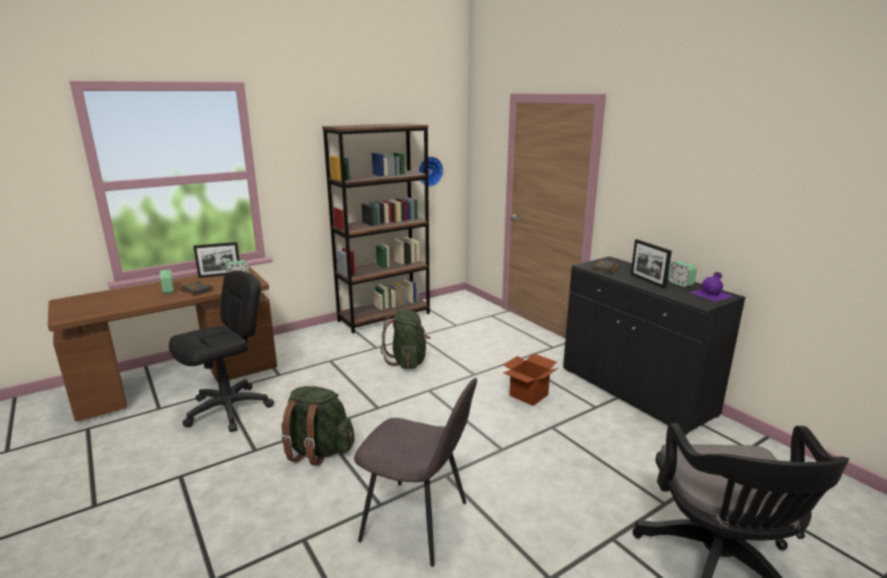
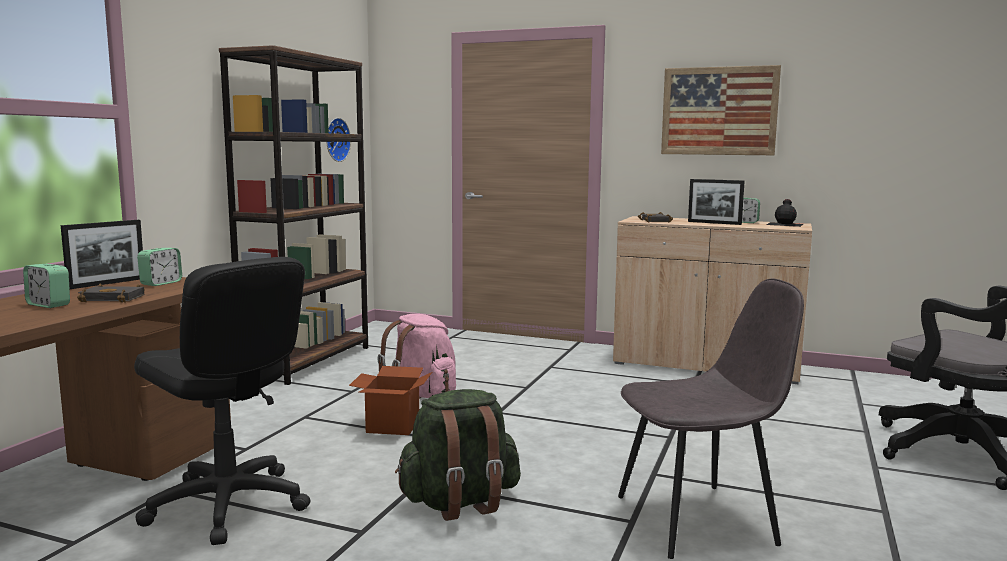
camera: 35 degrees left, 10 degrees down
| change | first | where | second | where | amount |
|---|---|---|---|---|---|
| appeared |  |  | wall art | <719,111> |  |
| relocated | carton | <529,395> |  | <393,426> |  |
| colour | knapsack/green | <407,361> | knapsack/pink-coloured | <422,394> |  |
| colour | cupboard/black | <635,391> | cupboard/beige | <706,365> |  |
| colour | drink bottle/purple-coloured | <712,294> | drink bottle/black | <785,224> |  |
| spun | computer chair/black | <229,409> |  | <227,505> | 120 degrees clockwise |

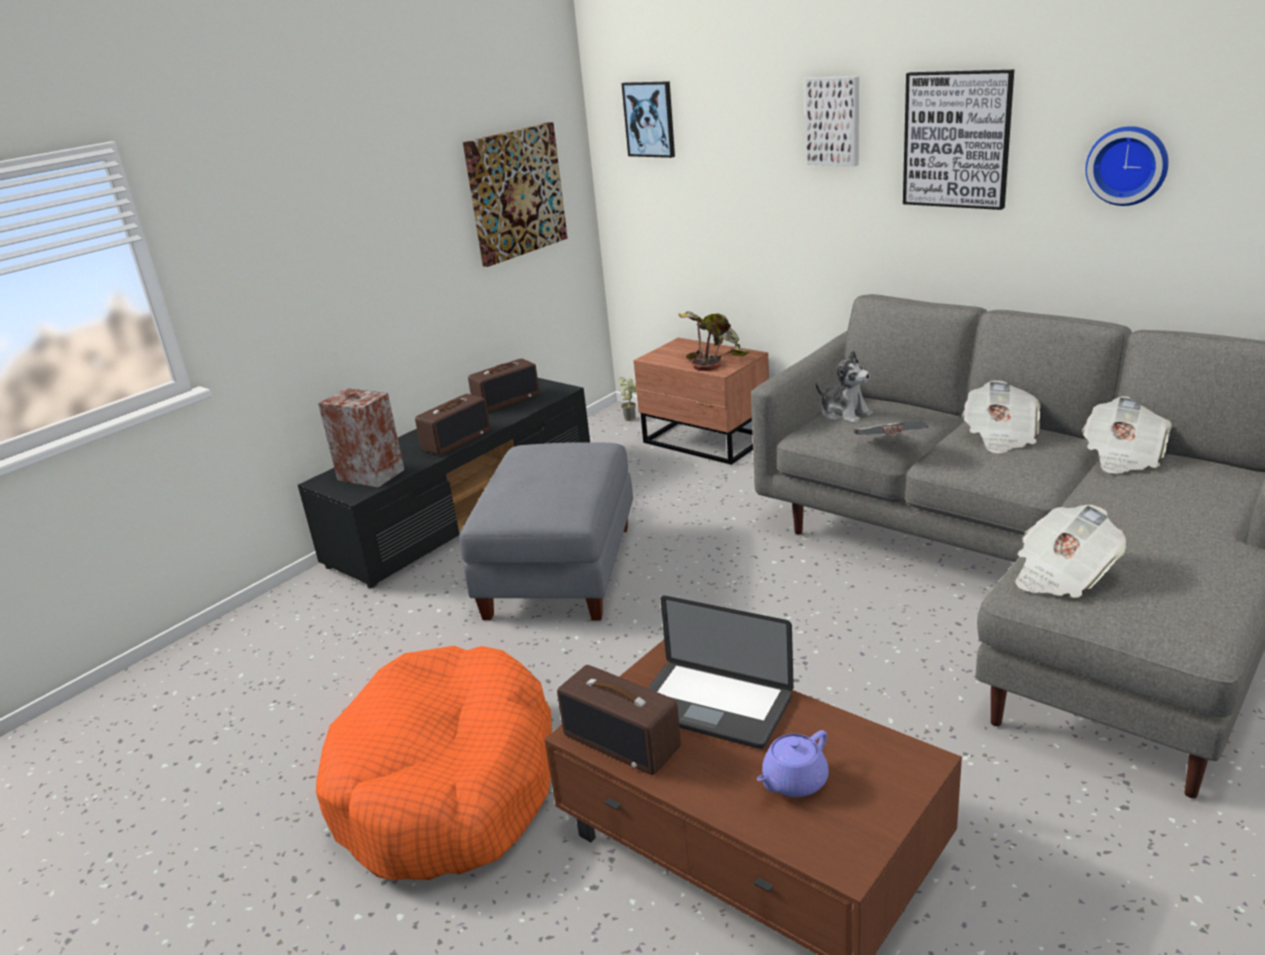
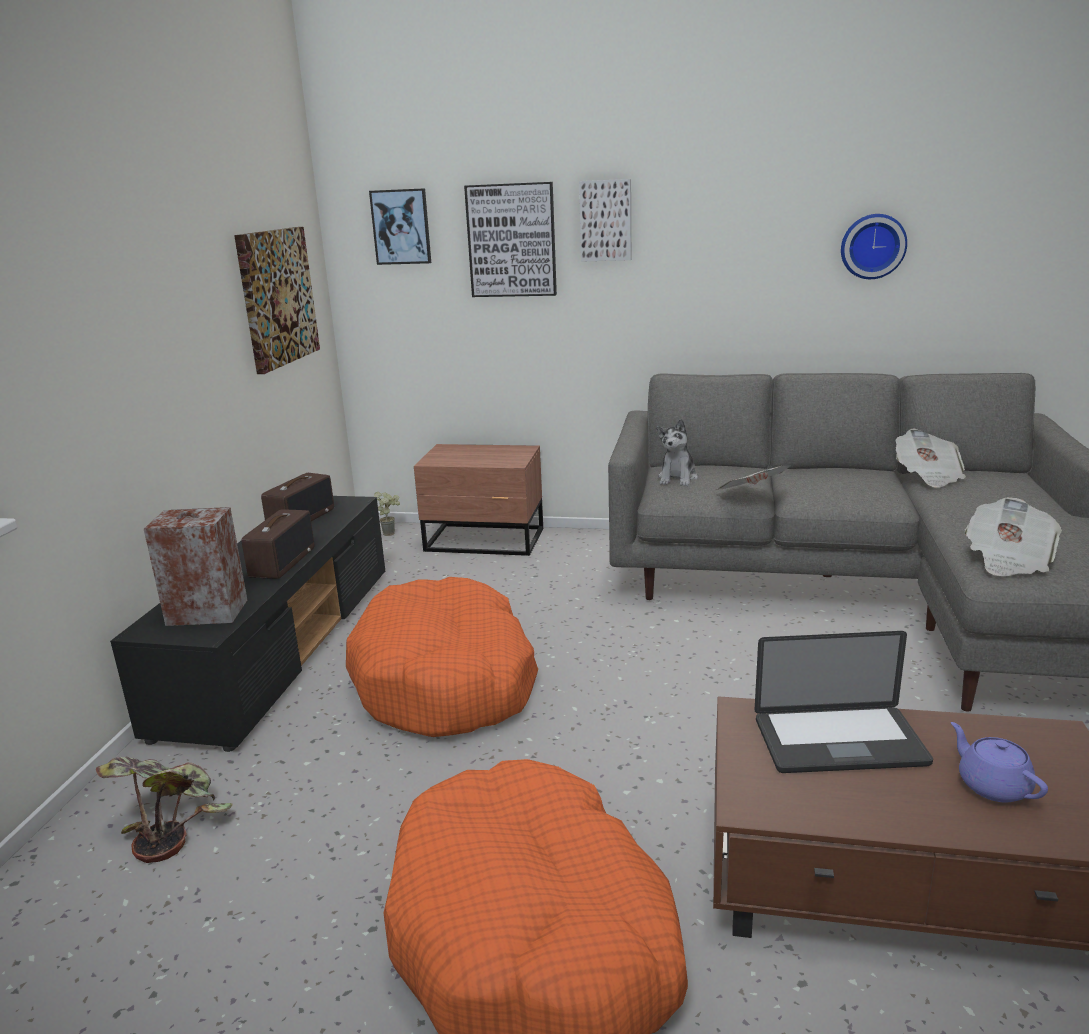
camera: 30 degrees left, 5 degrees down
| change | first | where | second | where | amount |
|---|---|---|---|---|---|
| missing | radio | <623,741> |  |  |  |
| missing | newspaper | <1000,437> |  |  |  |
| relocated | potted plant | <713,359> |  | <171,822> |  |
| relocated | wall art | <957,139> |  | <512,240> |  |
| exchanged | ottoman/greyish | <558,570> | dog cushion/orange-coloured | <446,680> |  |
| spun | pot for tea/purple-coloured | <794,782> |  | <992,785> | 135 degrees clockwise |
| spun | soft toy | <844,414> |  | <677,478> | 90 degrees clockwise |

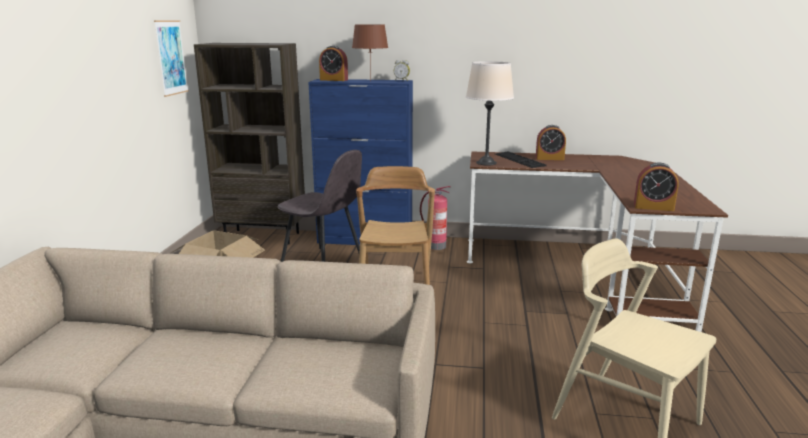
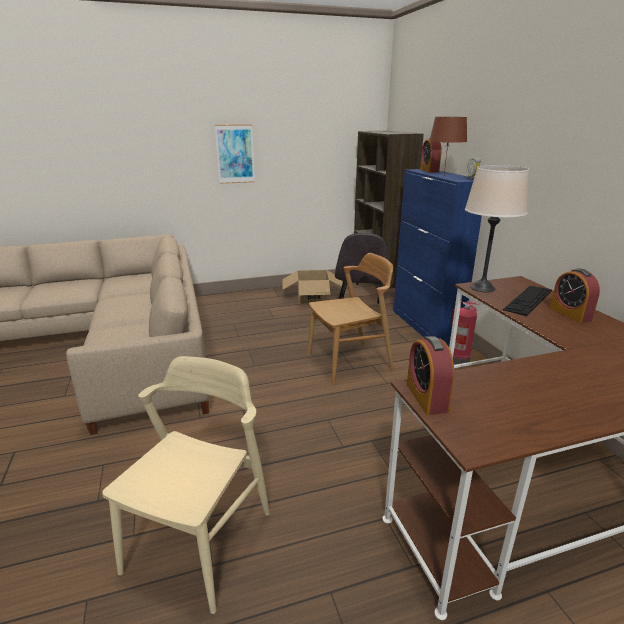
camera: 65 degrees right, 5 degrees up
| change | first | where | second | where | amount |
|---|---|---|---|---|---|
| relocated | wall art | <171,57> |  | <235,154> |  |

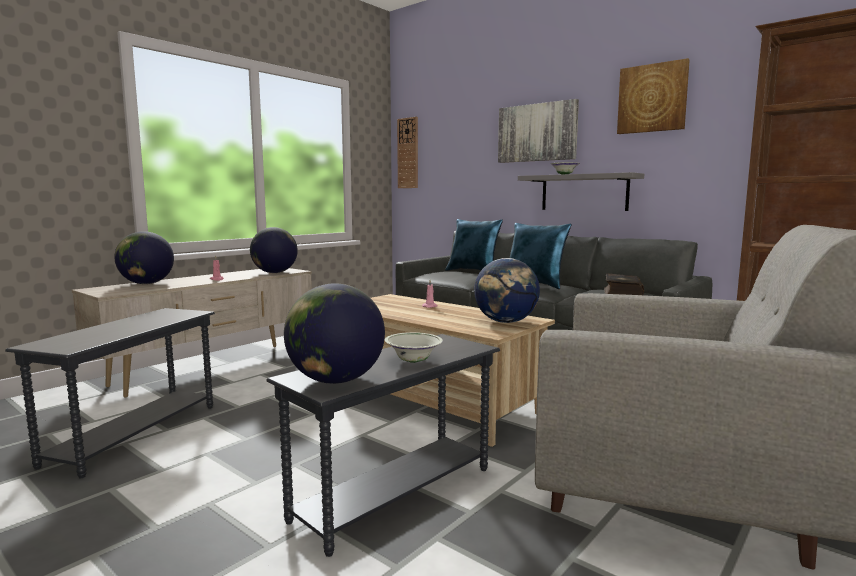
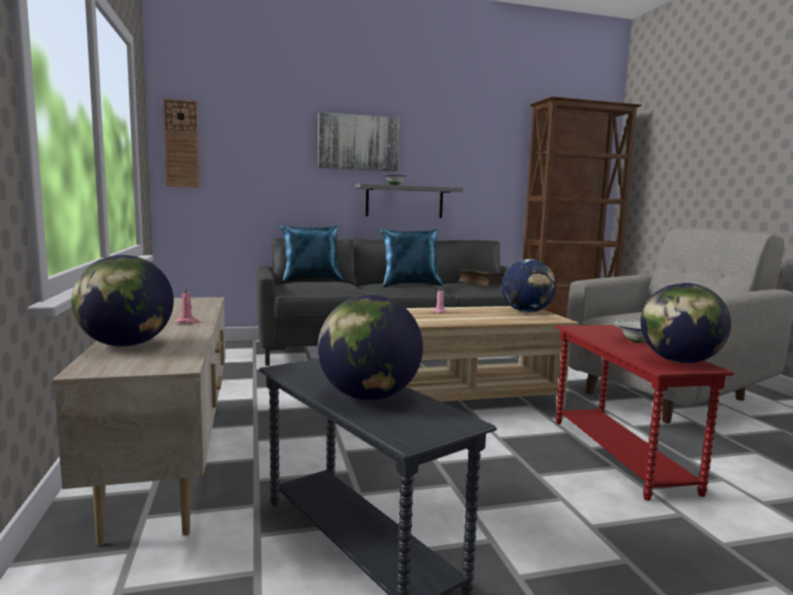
camera: 55 degrees left, 0 degrees up
| change | first | where | second | where | amount |
|---|---|---|---|---|---|
| missing | wall art | <652,98> |  |  |  |
| relocated | world globe | <274,272> |  | <368,397> |  |
| colour | side table/greyish | <396,494> | side table/red-coloured | <621,454> |  |

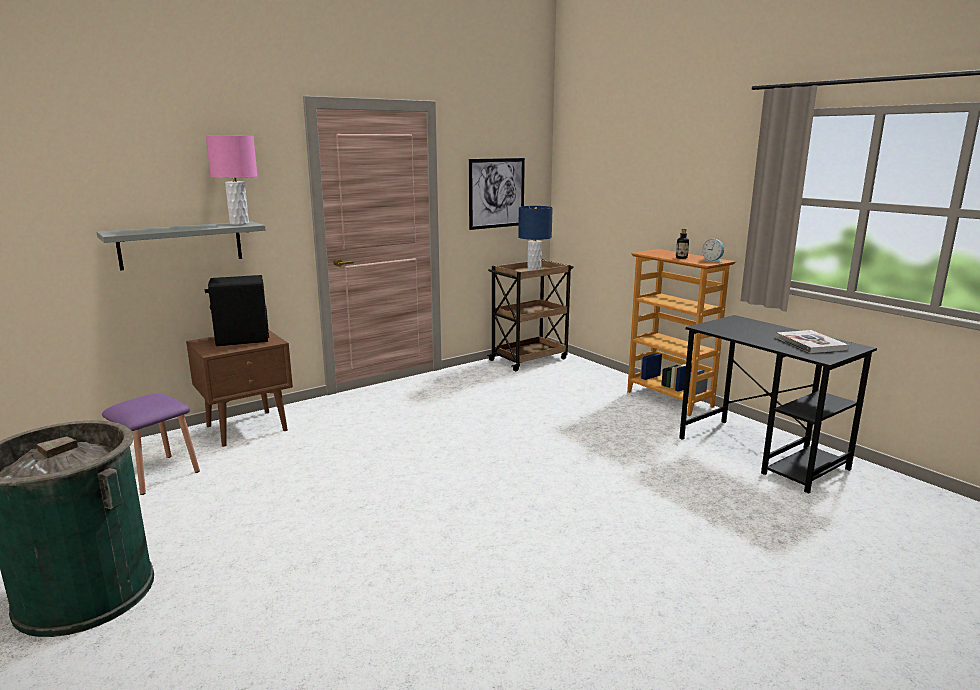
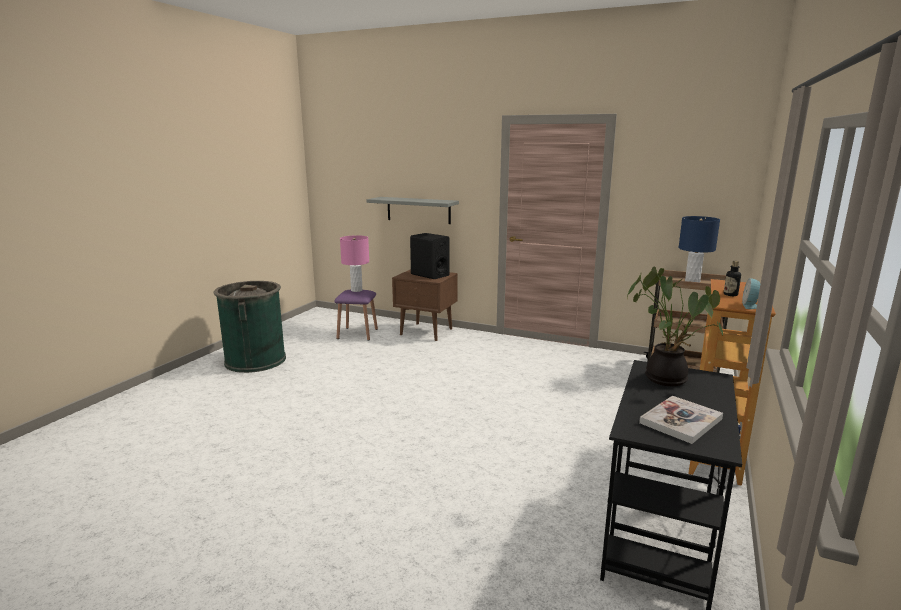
camera: 60 degrees right, 0 degrees up
| change | first | where | second | where | amount |
|---|---|---|---|---|---|
| missing | wall art | <496,193> |  |  |  |
| appeared |  |  | potted plant | <667,378> |  |
| relocated | lamp for a table/pink-coloured | <239,223> |  | <356,290> |  |

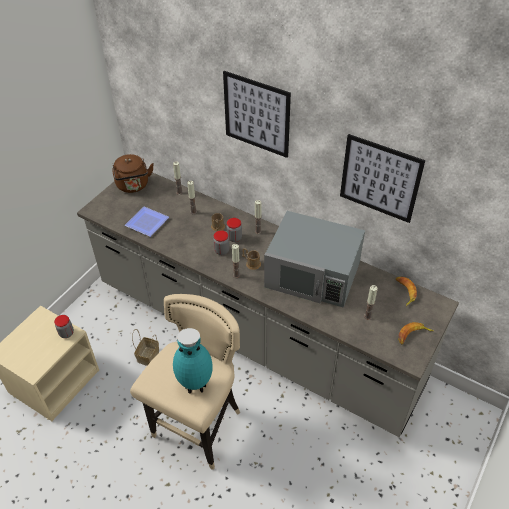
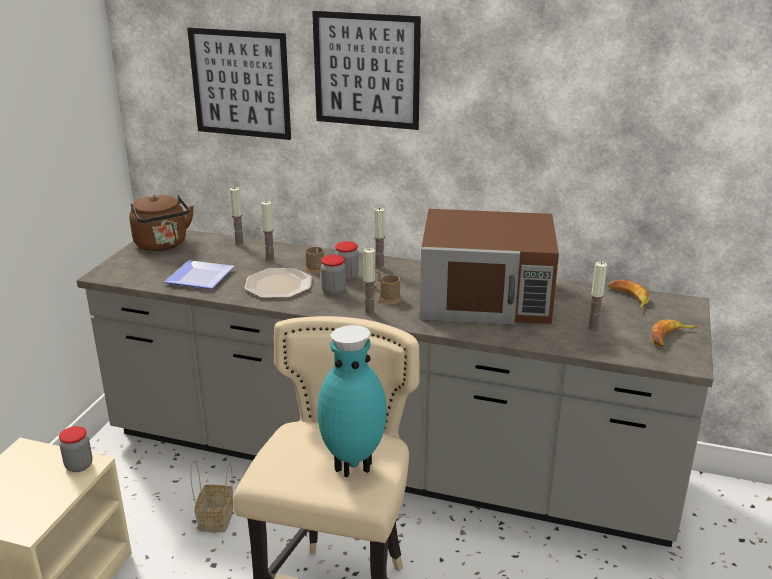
camera: 15 degrees left, 20 degrees down
| change | first | where | second | where | amount |
|---|---|---|---|---|---|
| appeared |  |  | plate | <279,285> |  |
| relocated | wall art | <380,178> |  | <240,83> |  |
| colour | kitchen microwave/greyish | <313,274> | kitchen microwave/brown-coloured | <486,297> |  |

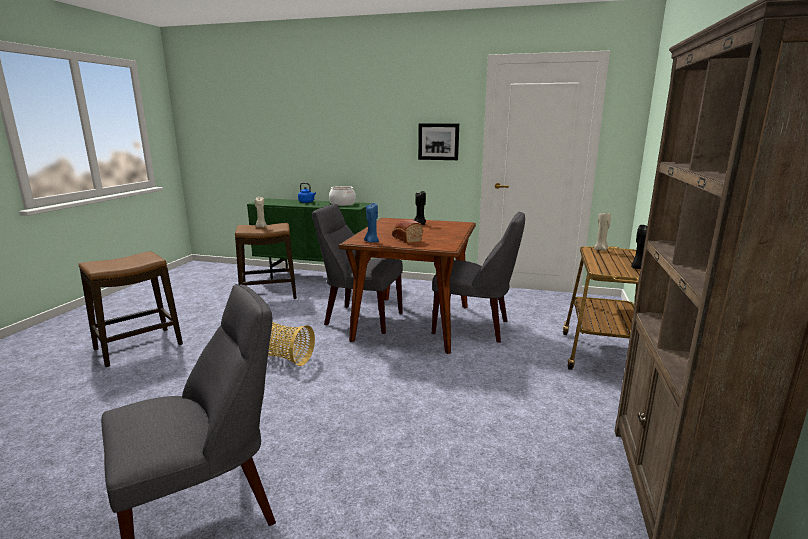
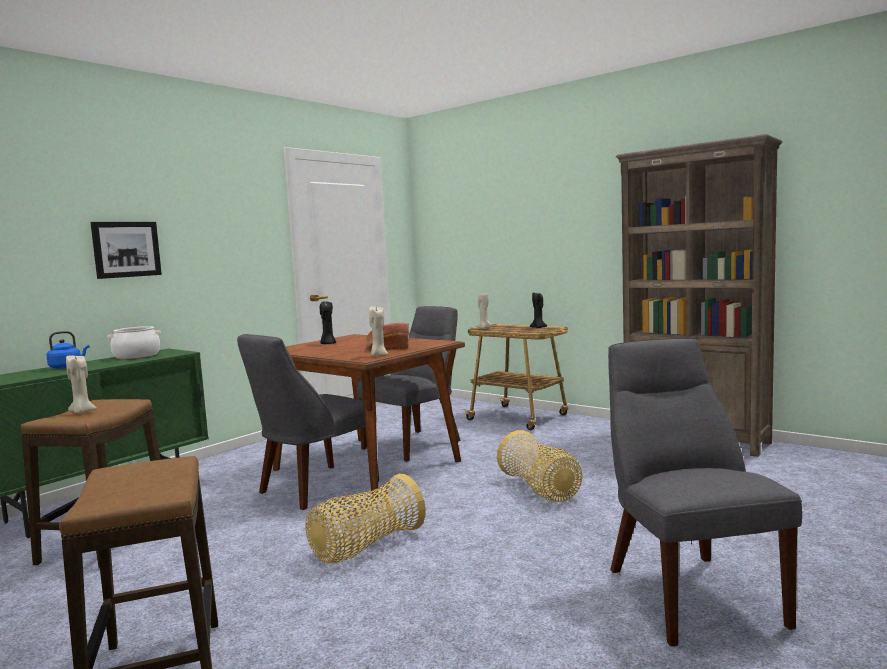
camera: 65 degrees left, 10 degrees down
| change | first | where | second | where | amount |
|---|---|---|---|---|---|
| appeared |  |  | storage basket | <540,490> |  |
| relocated | wall art | <438,141> |  | <126,249> |  |
| colour | wax light/blue-coloured | <371,241> | wax light/beige | <378,355> |  |

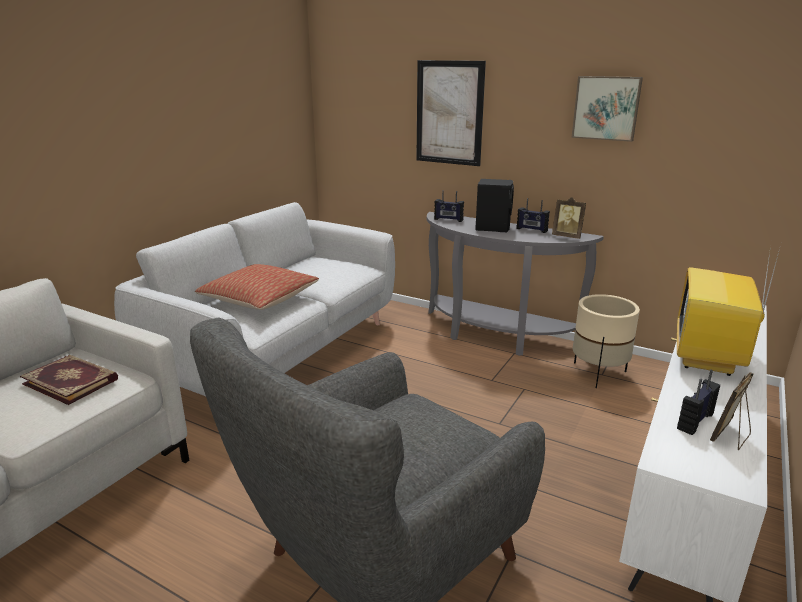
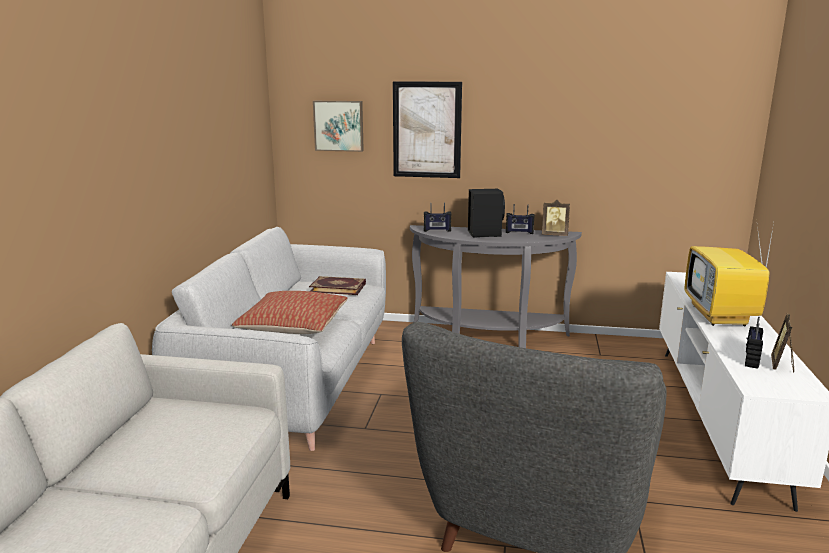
camera: 20 degrees left, 5 degrees down
| change | first | where | second | where | amount |
|---|---|---|---|---|---|
| missing | flower pot/beige | <598,374> |  |  |  |
| relocated | bound book | <72,381> |  | <338,287> |  |
| relocated | wall art | <606,108> |  | <339,125> |  |

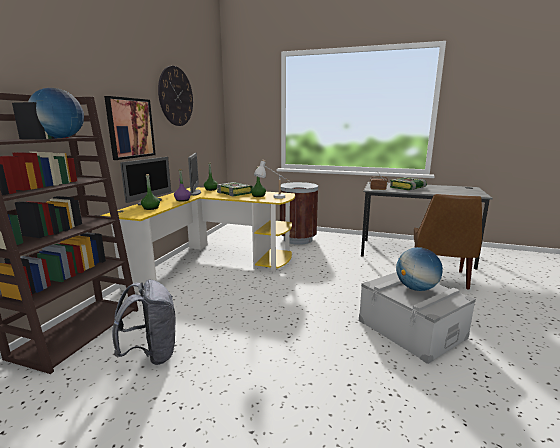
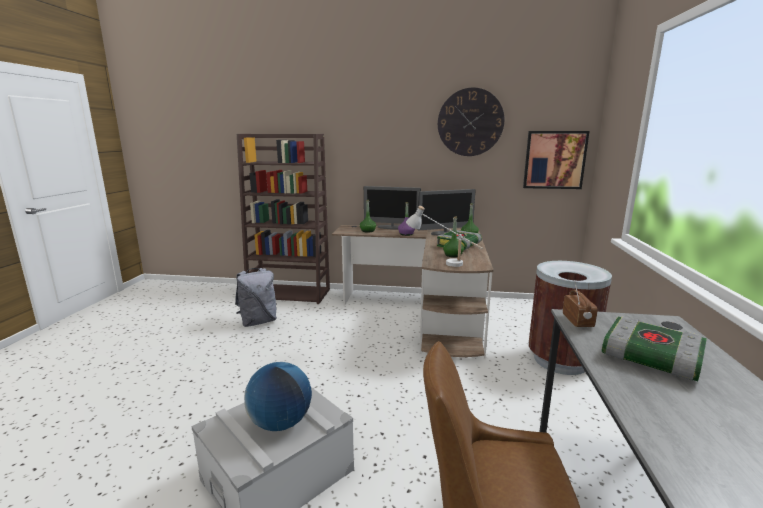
camera: 80 degrees right, 0 degrees up
| change | first | where | second | where | amount |
|---|---|---|---|---|---|
| missing | world globe | <60,138> |  |  |  |
| relocated | wall art | <130,128> |  | <554,160> |  |
| colour | desk unit/yellowish | <212,263> | desk unit/brown-coloured | <424,314> |  |

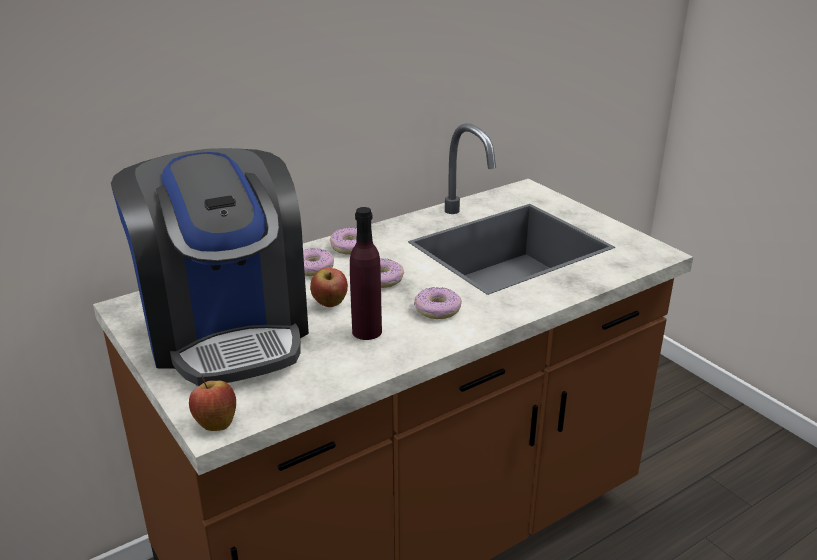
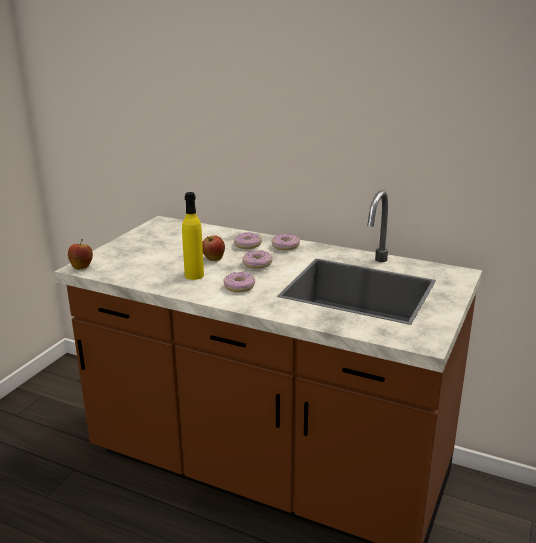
camera: 60 degrees right, 5 degrees down
| change | first | where | second | where | amount |
|---|---|---|---|---|---|
| missing | coffee maker | <226,329> |  |  |  |
| colour | drink bottle/purple-coloured | <367,331> | drink bottle/yellowish | <194,275> |  |

